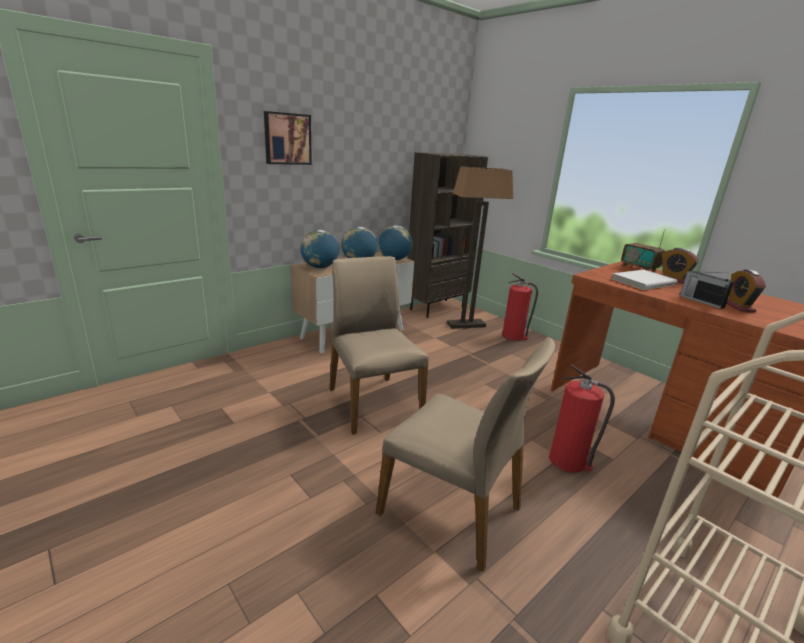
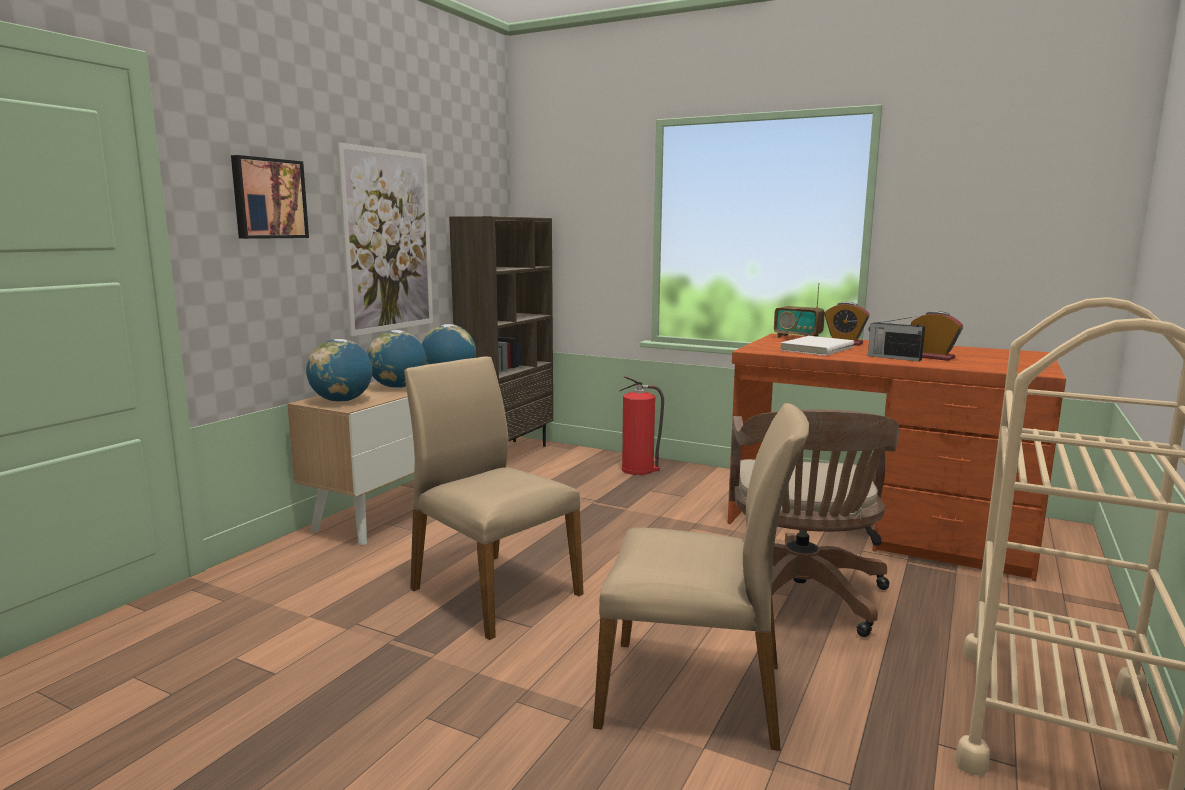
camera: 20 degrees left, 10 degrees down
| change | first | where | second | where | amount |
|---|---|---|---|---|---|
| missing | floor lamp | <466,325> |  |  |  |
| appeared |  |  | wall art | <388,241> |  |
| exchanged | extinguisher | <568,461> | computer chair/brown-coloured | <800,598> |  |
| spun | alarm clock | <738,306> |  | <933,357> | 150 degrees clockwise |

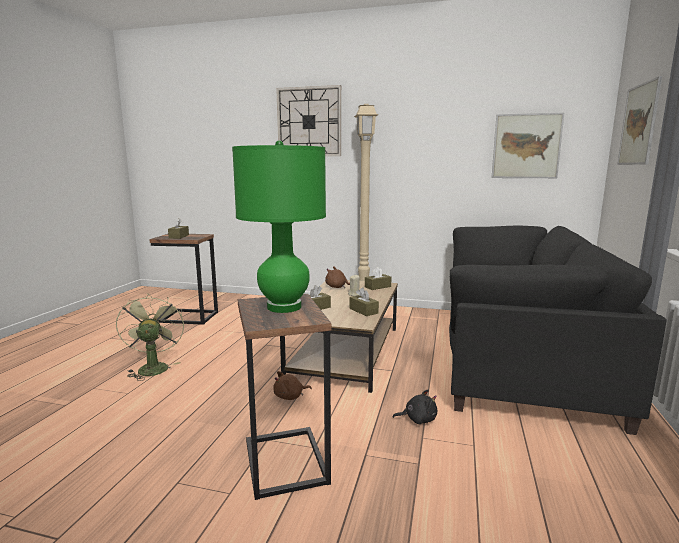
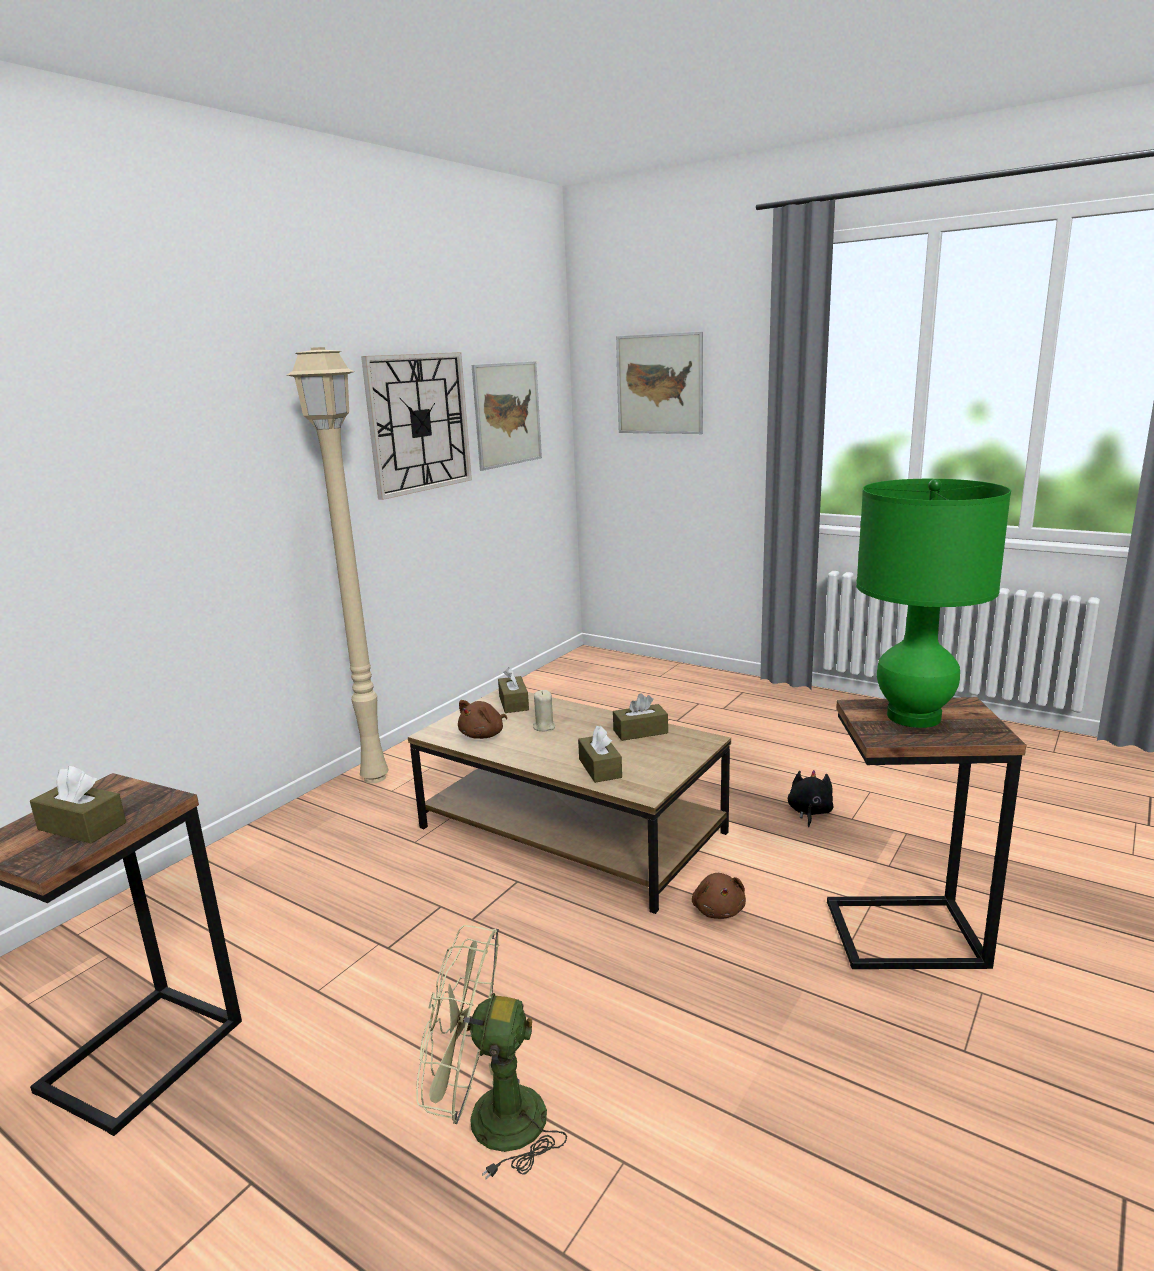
camera: 70 degrees left, 5 degrees up
| change | first | where | second | where | amount |
|---|---|---|---|---|---|
| missing | settee/black | <518,357> |  |  |  |
| relocated | wall clock | <309,122> |  | <418,423> |  |

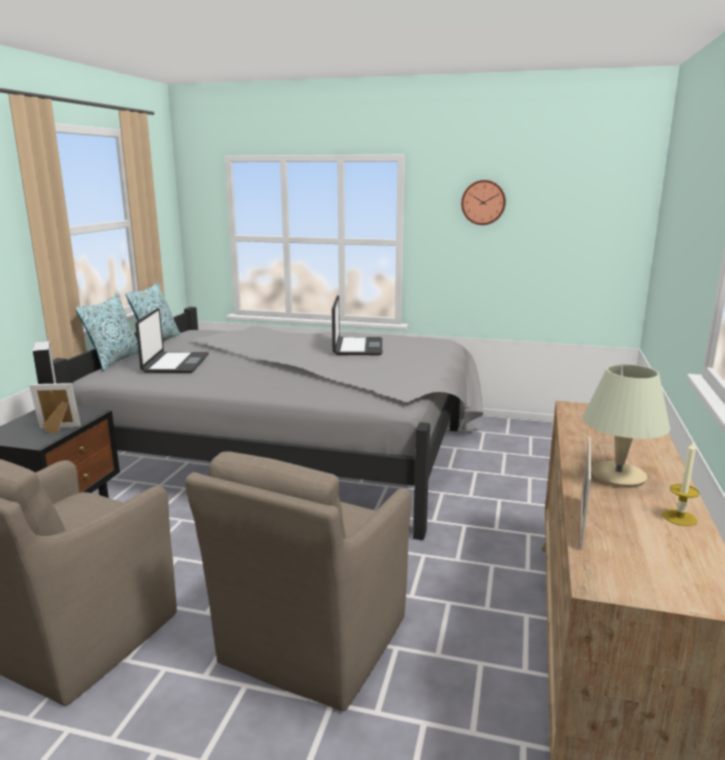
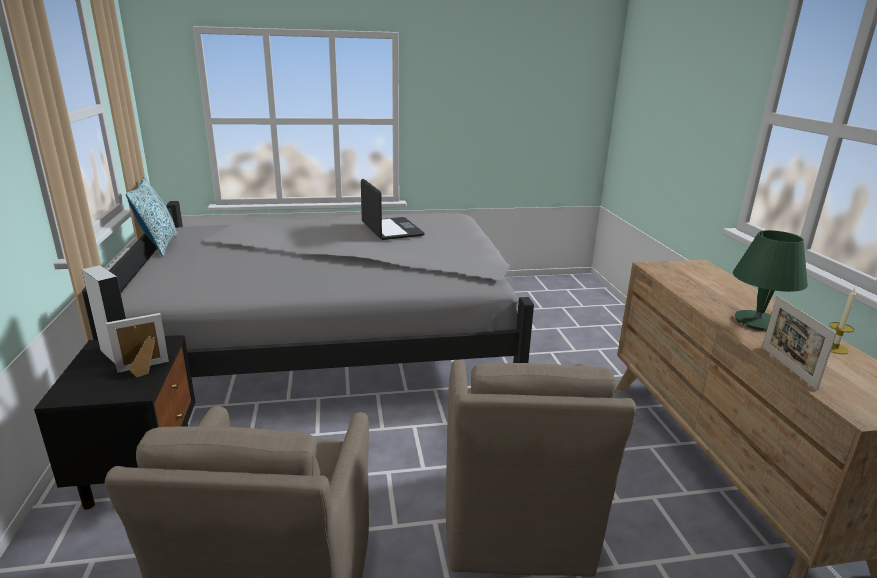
camera: 25 degrees left, 5 degrees up
| change | first | where | second | where | amount |
|---|---|---|---|---|---|
| missing | pillow | <115,360> |  |  |  |
| missing | notebook computer | <175,364> |  |  |  |
| missing | wall clock | <483,202> |  |  |  |
| colour | lamp for a table/beige | <618,476> | lamp for a table/green | <757,321> |  |

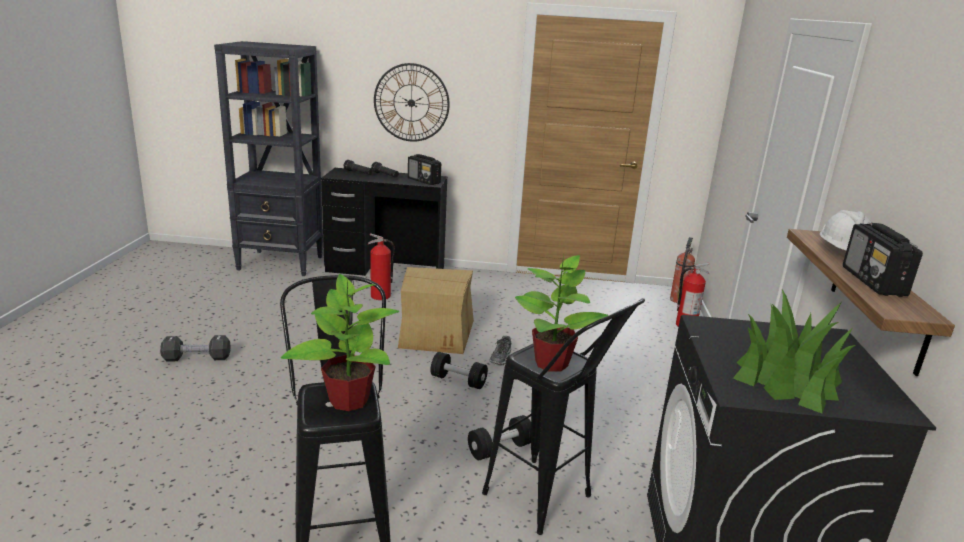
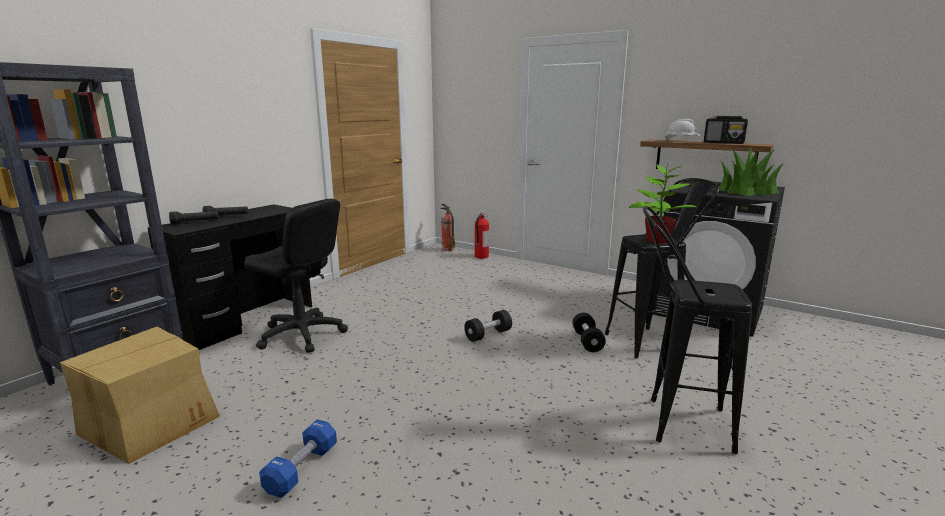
camera: 60 degrees left, 5 degrees down
| change | first | where | second | where | amount |
|---|---|---|---|---|---|
| missing | potted plant | <348,400> |  |  |  |
| missing | wall clock | <411,103> |  |  |  |
| missing | radio | <424,181> |  |  |  |
| missing | low shoe | <501,358> |  |  |  |
| relocated | carton | <435,333> |  | <151,422> |  |
| exchanged | extinguisher | <381,296> | computer chair/black | <301,335> |  |
| colour | free weight/black | <197,358> | free weight/blue-coloured | <302,469> |  |

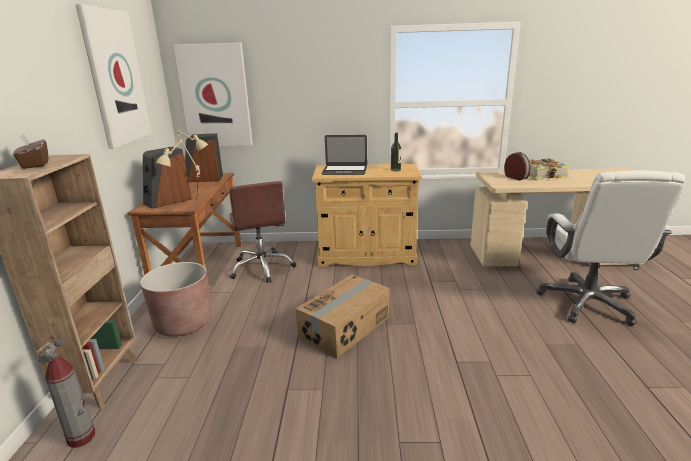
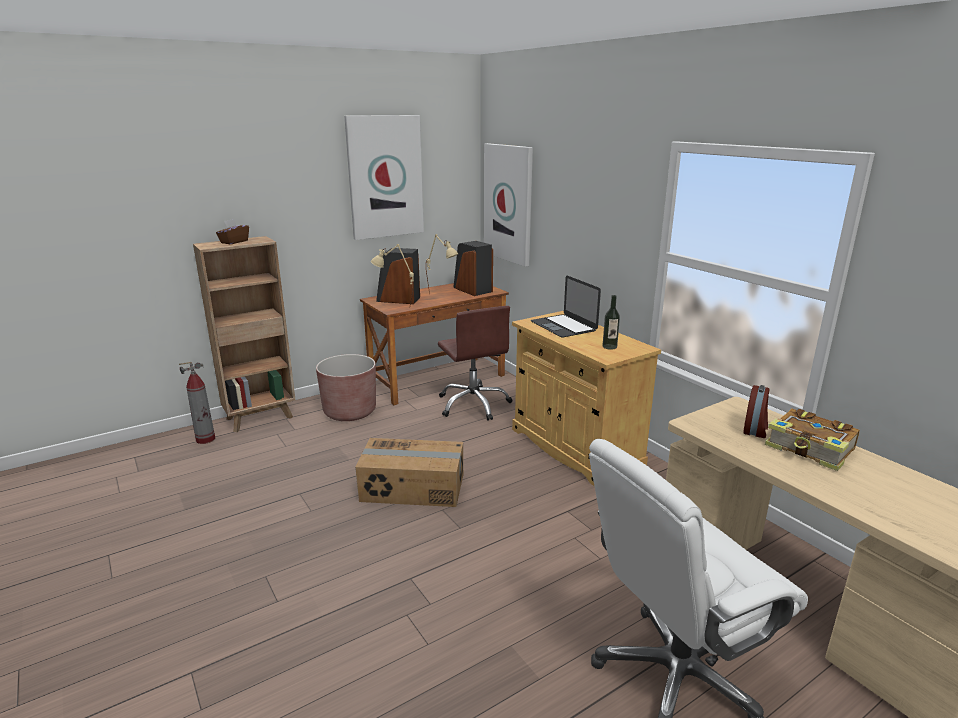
camera: 55 degrees right, 0 degrees up
| change | first | where | second | where | amount |
|---|---|---|---|---|---|
| spun | computer chair/brown-coloured | <262,268> |  | <473,404> | 60 degrees counterclockwise |

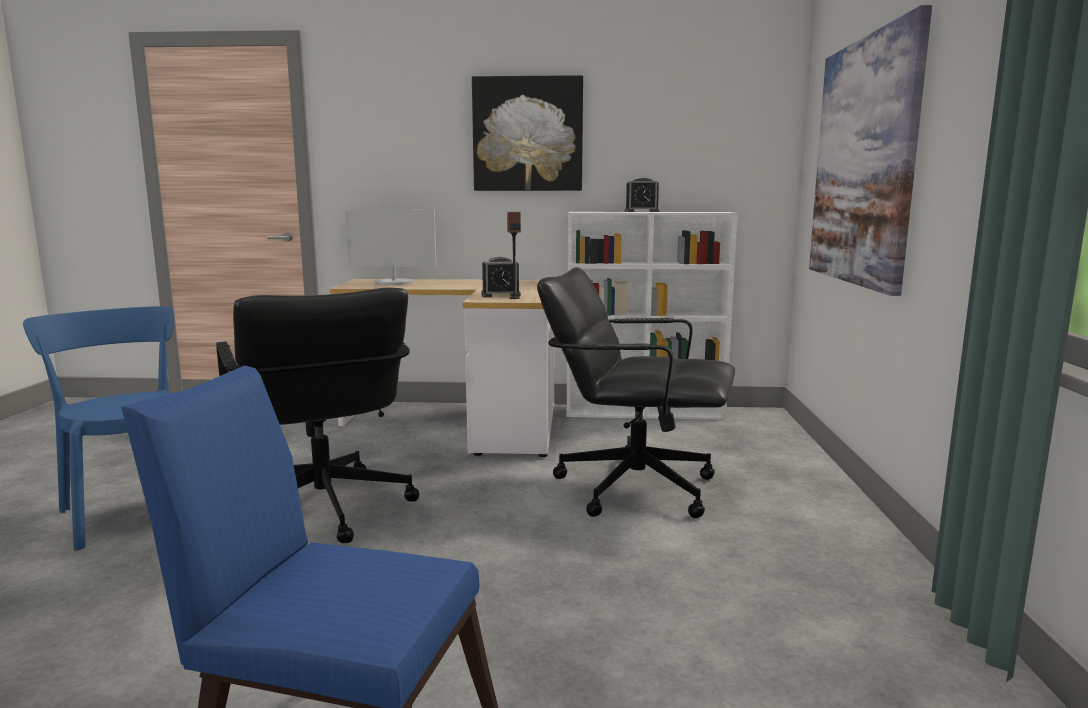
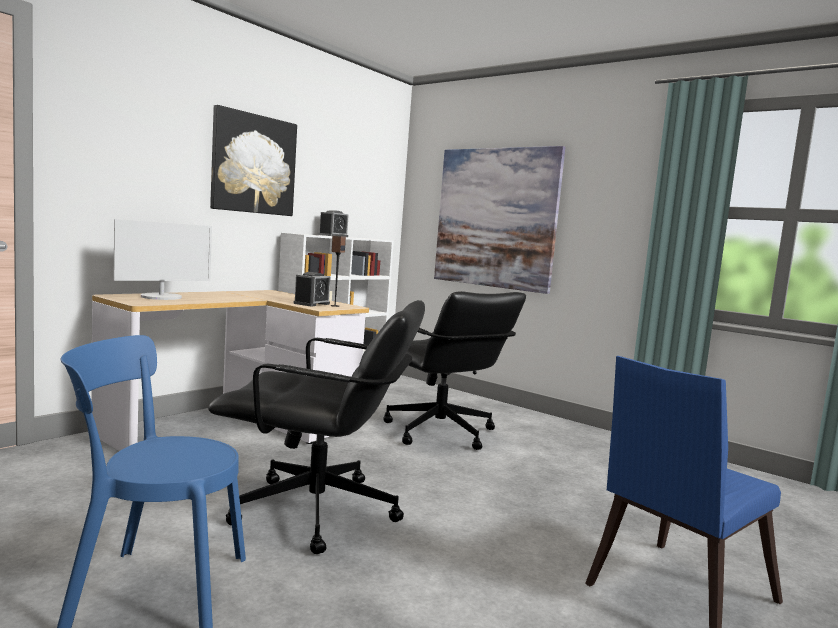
camera: 55 degrees left, 5 degrees down
| change | first | where | second | where | amount |
|---|---|---|---|---|---|
| spun | computer chair/black | <634,487> |  | <439,432> | 90 degrees counterclockwise |

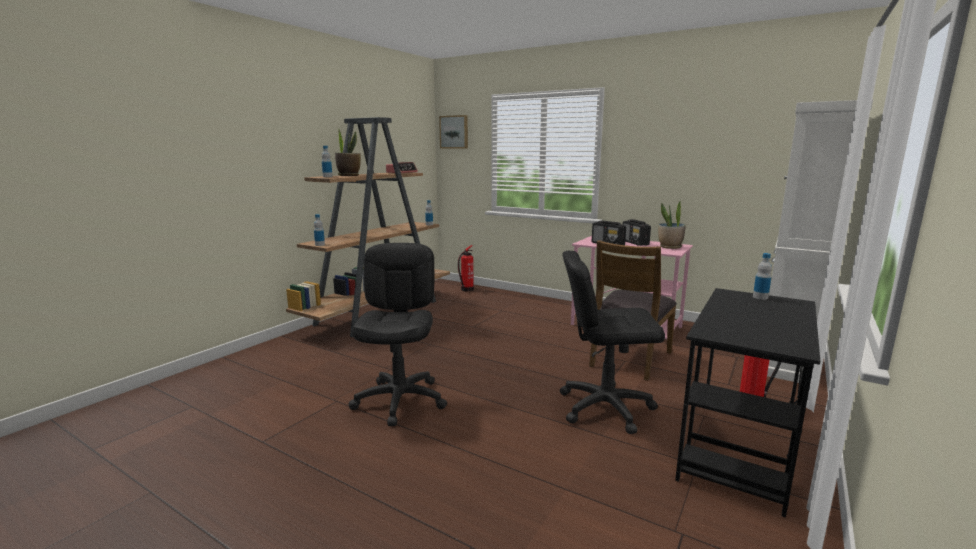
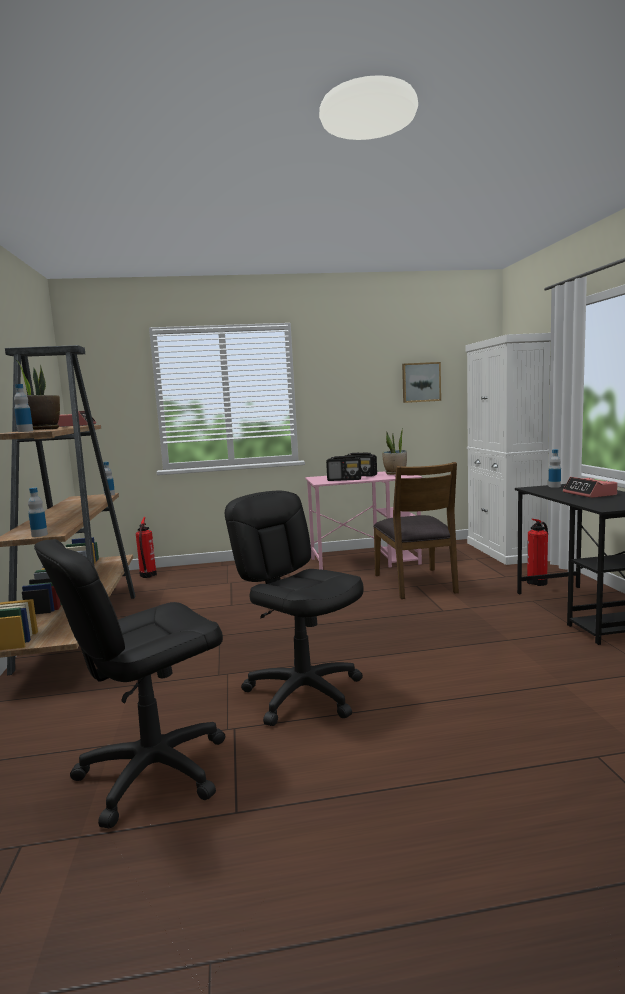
camera: 40 degrees left, 5 degrees down
| change | first | where | second | where | amount |
|---|---|---|---|---|---|
| appeared |  |  | alarm clock | <589,494> |  |
| relocated | wall art | <454,132> |  | <421,382> |  |
| relocated | computer chair/black | <605,407> |  | <153,771> |  |

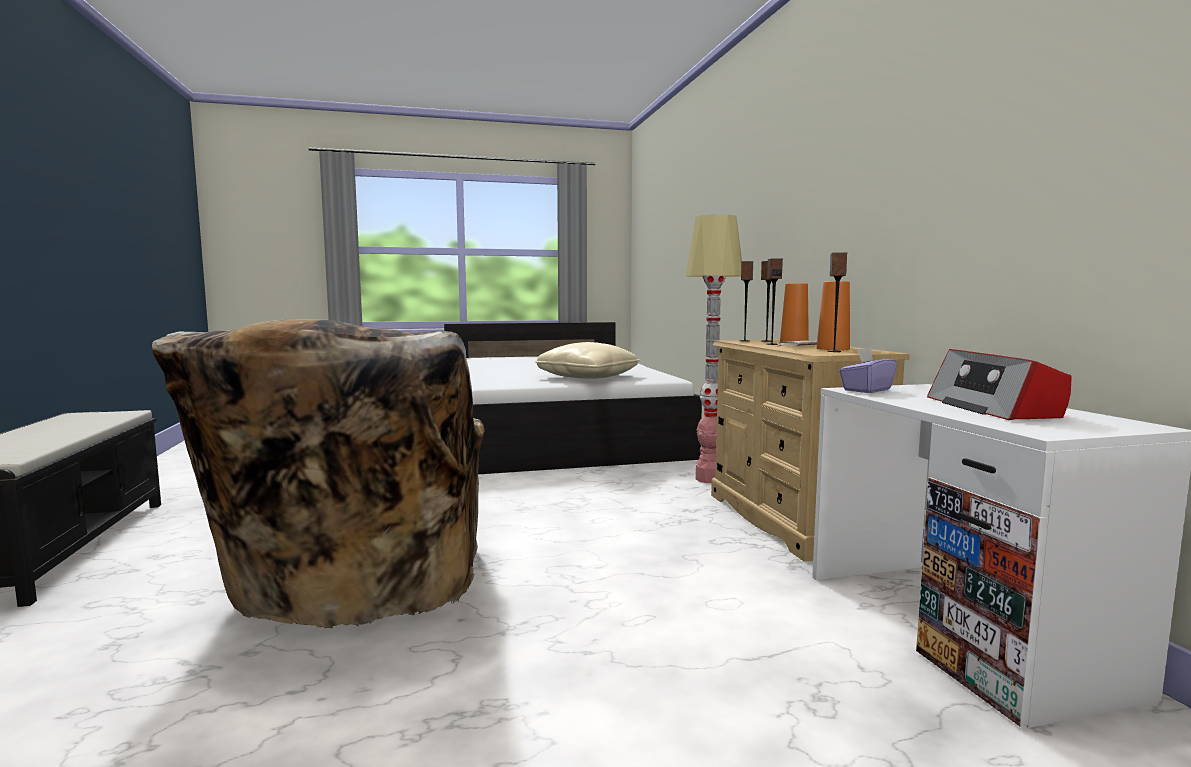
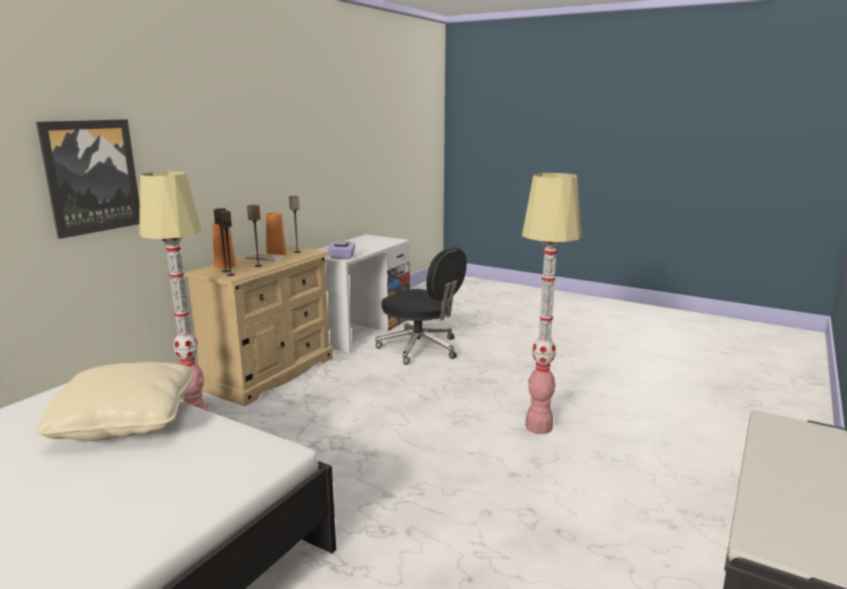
camera: 135 degrees left, 10 degrees up
| change | first | where | second | where | amount |
|---|---|---|---|---|---|
| missing | radio | <993,408> |  |  |  |
| appeared |  |  | wall art | <91,176> |  |
| appeared |  |  | computer chair/black | <421,348> |  |
| exchanged | armchair/beige | <358,589> | floor lamp | <538,427> |  |

